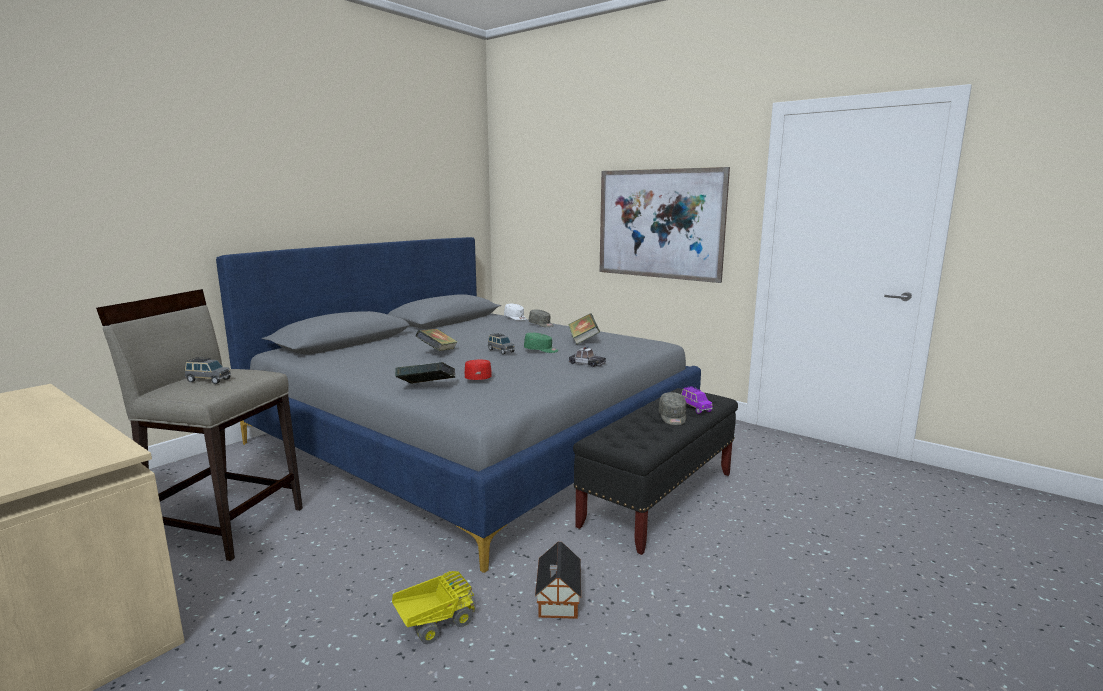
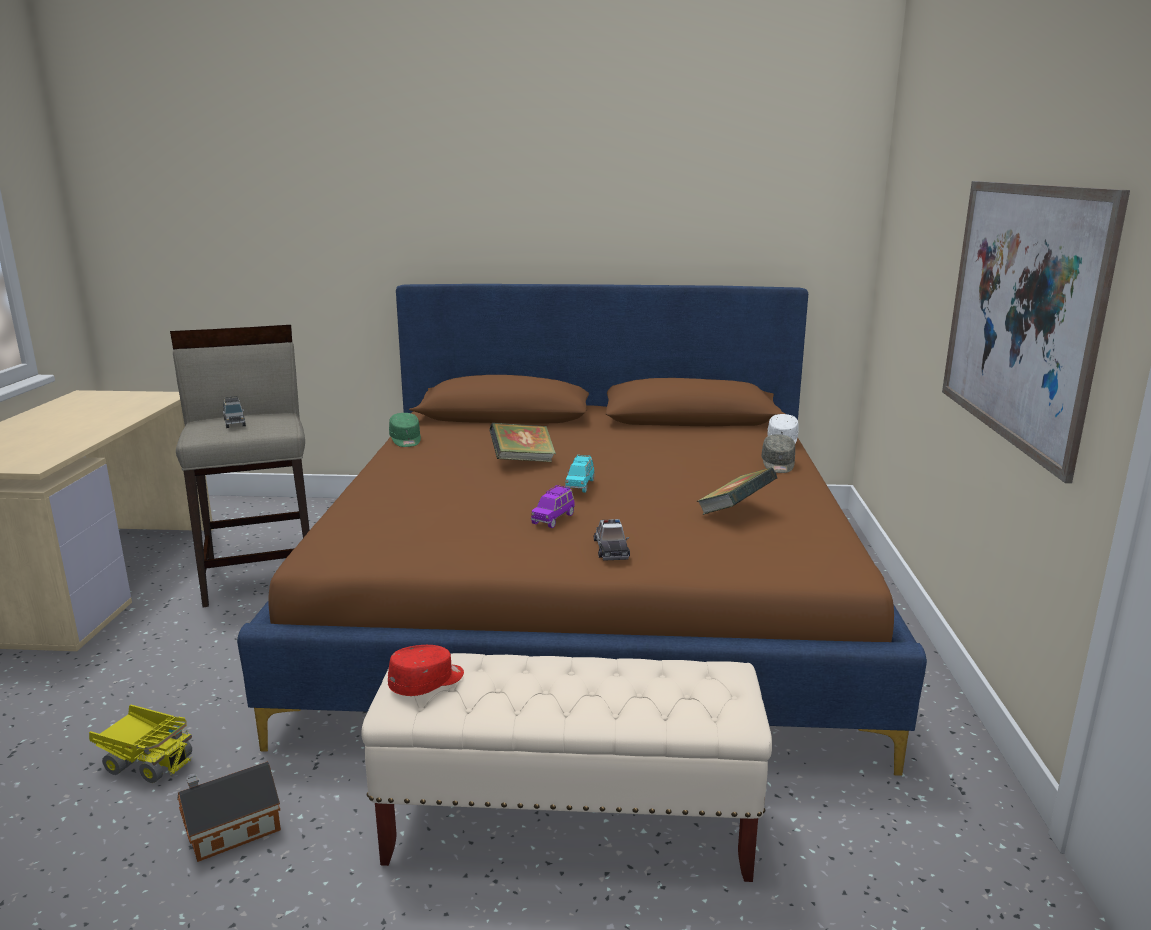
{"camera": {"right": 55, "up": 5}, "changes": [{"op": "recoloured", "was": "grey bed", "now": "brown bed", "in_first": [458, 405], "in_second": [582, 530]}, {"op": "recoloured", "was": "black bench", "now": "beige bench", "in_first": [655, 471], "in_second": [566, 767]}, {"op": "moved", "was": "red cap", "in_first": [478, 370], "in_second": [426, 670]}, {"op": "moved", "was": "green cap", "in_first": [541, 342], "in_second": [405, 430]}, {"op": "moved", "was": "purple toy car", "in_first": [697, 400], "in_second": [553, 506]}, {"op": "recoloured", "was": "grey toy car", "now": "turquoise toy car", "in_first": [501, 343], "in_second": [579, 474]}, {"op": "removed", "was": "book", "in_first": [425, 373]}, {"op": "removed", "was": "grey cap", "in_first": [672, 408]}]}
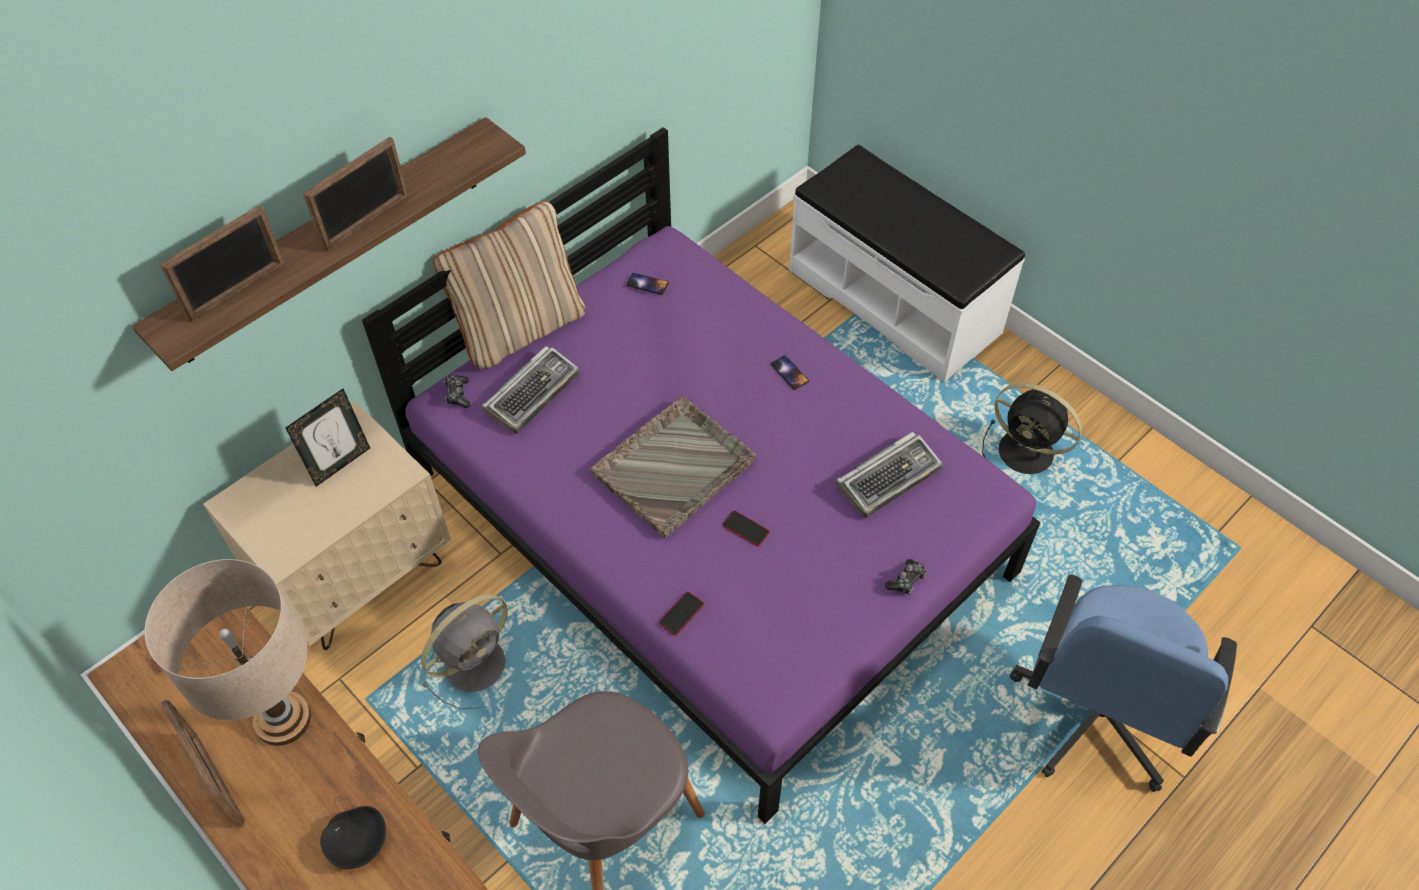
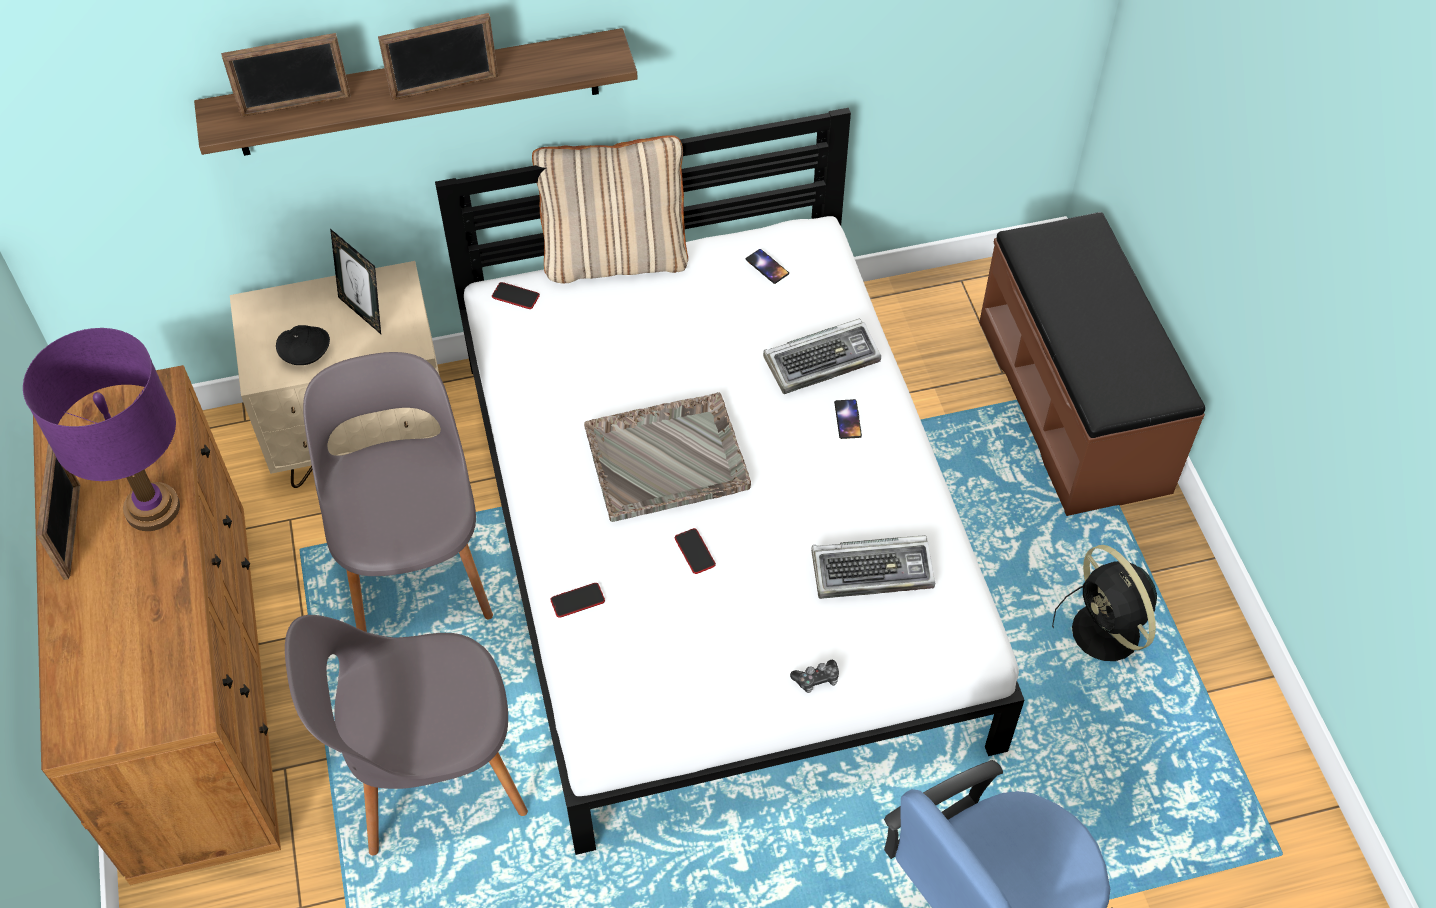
{"camera": {"right": 30, "up": 0}, "changes": [{"op": "recoloured", "was": "beige table lamp", "now": "purple table lamp", "in_first": [227, 652], "in_second": [101, 429]}, {"op": "moved", "was": "black bowl", "in_first": [353, 837], "in_second": [303, 345]}, {"op": "replaced", "was": "grey fan", "now": "grey chair", "in_first": [464, 651], "in_second": [398, 492]}, {"op": "turned", "was": "picture frame", "in_first": [327, 438], "in_second": [355, 281], "clockwise": 60}, {"op": "recoloured", "was": "purple bed", "now": "white bed", "in_first": [701, 475], "in_second": [729, 481]}, {"op": "replaced", "was": "game controller", "now": "phone", "in_first": [457, 391], "in_second": [516, 295]}, {"op": "moved", "was": "keyboard", "in_first": [530, 390], "in_second": [822, 356]}, {"op": "recoloured", "was": "white bench", "now": "brown bench", "in_first": [907, 263], "in_second": [1092, 364]}]}
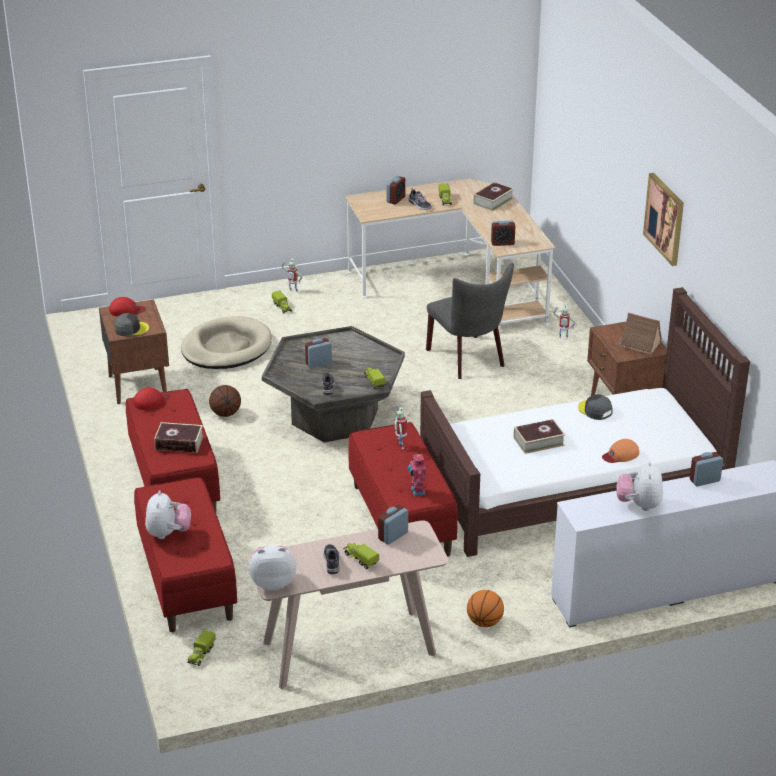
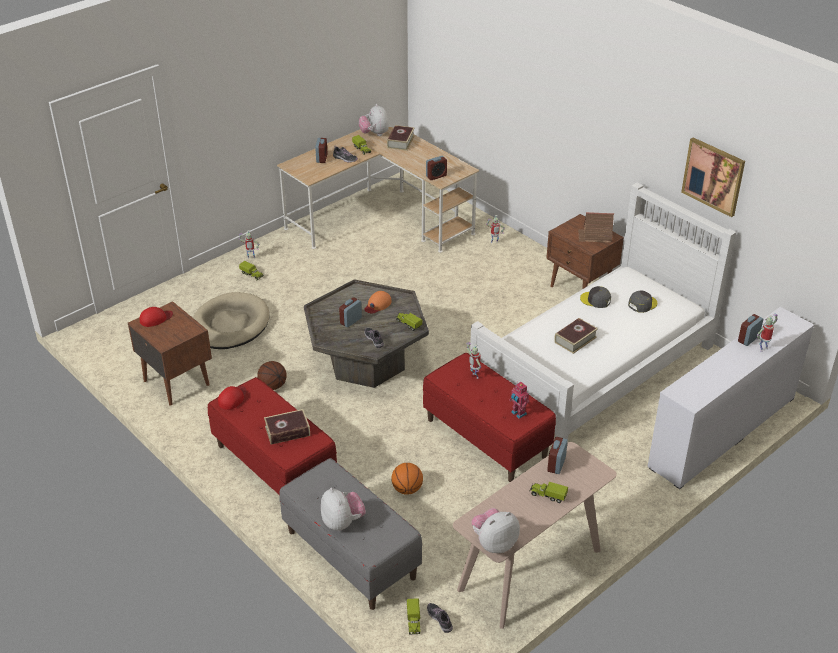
{"camera": {"right": -25, "up": 5}, "changes": [{"op": "recoloured", "was": "red bench", "now": "grey bench", "in_first": [185, 554], "in_second": [350, 534]}, {"op": "moved", "was": "plush toy", "in_first": [639, 486], "in_second": [374, 120]}, {"op": "moved", "was": "orange cap", "in_first": [620, 451], "in_second": [378, 302]}, {"op": "moved", "was": "basketball", "in_first": [485, 608], "in_second": [407, 479]}, {"op": "moved", "was": "shoe", "in_first": [332, 559], "in_second": [440, 618]}, {"op": "recoloured", "was": "brown bed", "now": "white bed", "in_first": [585, 422], "in_second": [603, 311]}, {"op": "moved", "was": "grey cap", "in_first": [131, 324], "in_second": [642, 302]}, {"op": "moved", "was": "picture", "in_first": [663, 219], "in_second": [713, 177]}, {"op": "added", "now": "toy robot", "in_second": [767, 333]}, {"op": "removed", "was": "grey chair", "in_first": [470, 321]}]}
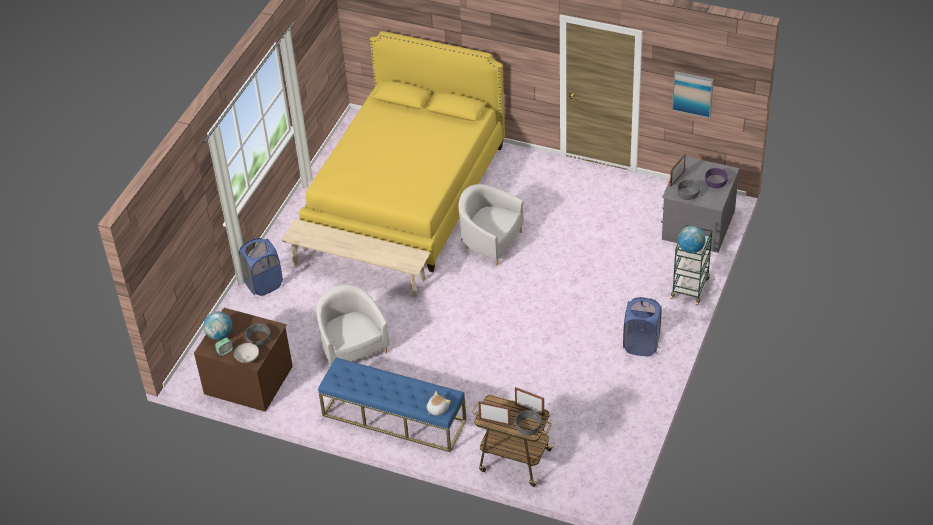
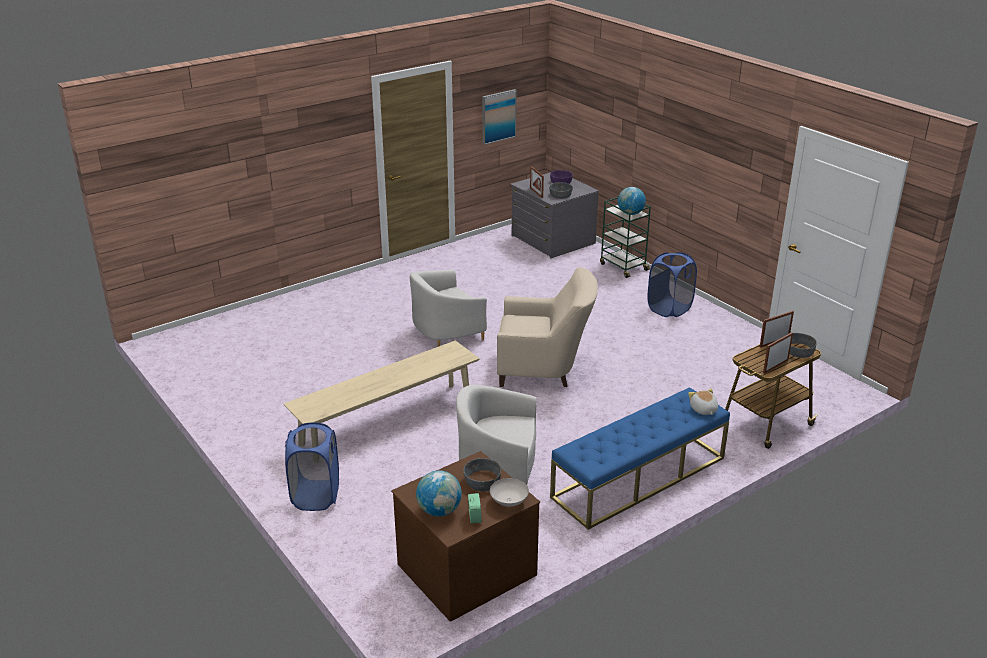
{"camera": {"right": -60, "up": -15}, "changes": [{"op": "added", "now": "beige armchair", "in_second": [547, 327]}, {"op": "removed", "was": "yellow bed", "in_first": [402, 151]}]}
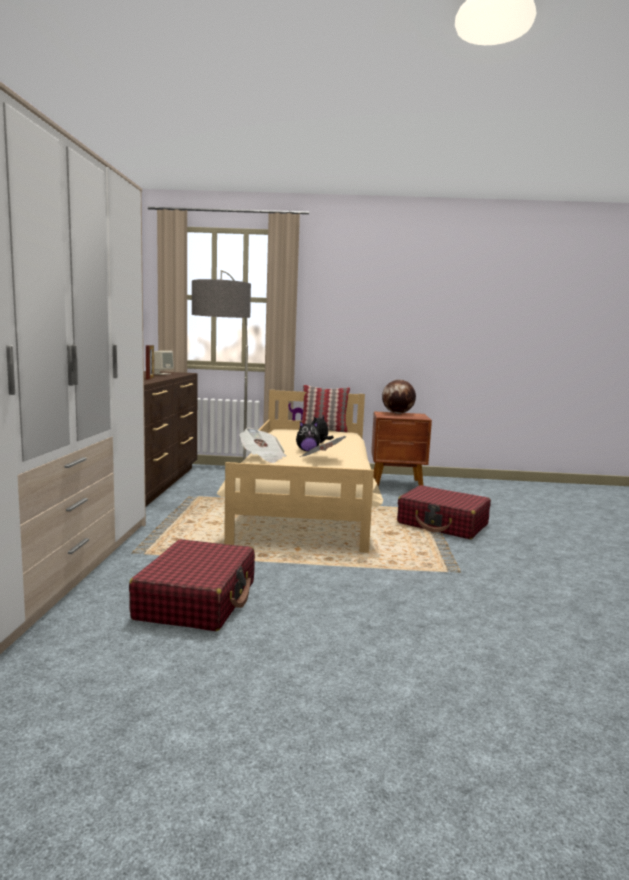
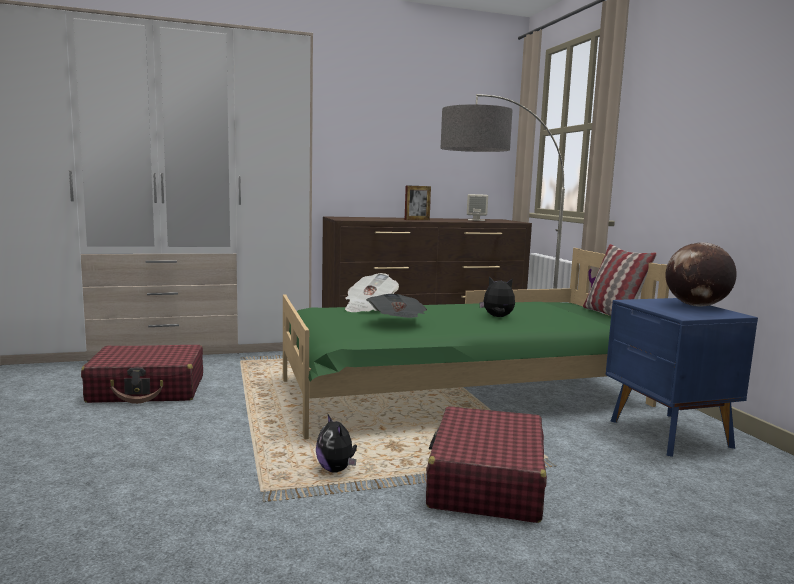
{"camera": {"right": 70, "up": 0}, "changes": [{"op": "recoloured", "was": "beige bed", "now": "green bed", "in_first": [300, 471], "in_second": [476, 343]}, {"op": "moved", "was": "plush toy", "in_first": [308, 436], "in_second": [336, 443]}, {"op": "recoloured", "was": "brown nightstand", "now": "blue nightstand", "in_first": [401, 449], "in_second": [682, 377]}]}
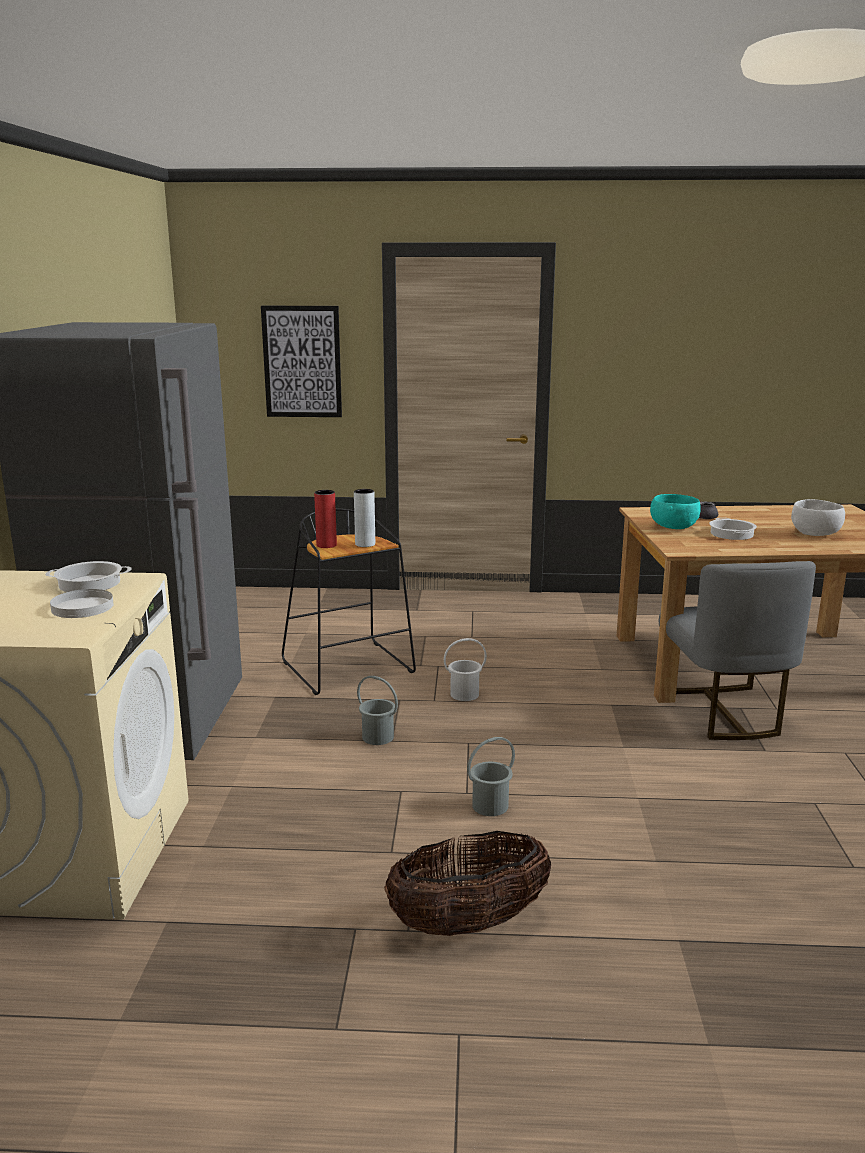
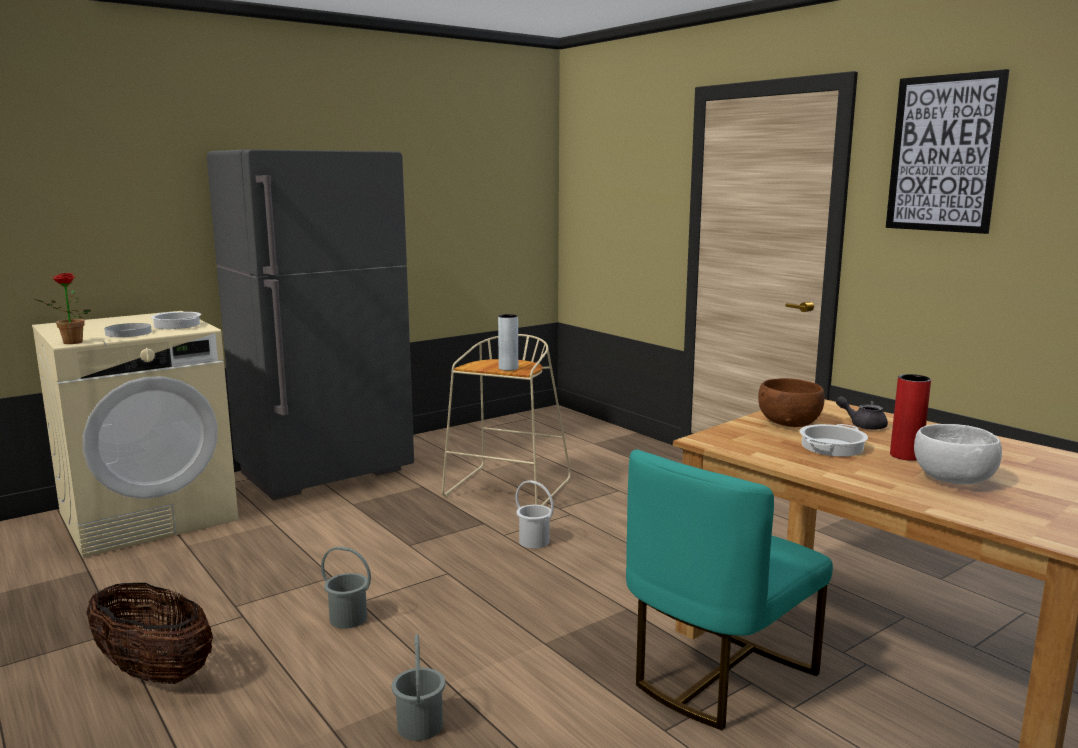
{"camera": {"right": 50, "up": -5}, "changes": [{"op": "added", "now": "potted plant", "in_second": [62, 308]}, {"op": "moved", "was": "grey bucket", "in_first": [377, 710], "in_second": [418, 687]}, {"op": "recoloured", "was": "black stool", "now": "beige stool", "in_first": [349, 601], "in_second": [506, 420]}, {"op": "recoloured", "was": "grey chair", "now": "turquoise chair", "in_first": [737, 650], "in_second": [729, 589]}, {"op": "recoloured", "was": "turquoise bowl", "now": "brown bowl", "in_first": [675, 511], "in_second": [791, 402]}, {"op": "moved", "was": "picture", "in_first": [301, 361], "in_second": [947, 151]}, {"op": "moved", "was": "red vase", "in_first": [325, 519], "in_second": [910, 417]}]}
